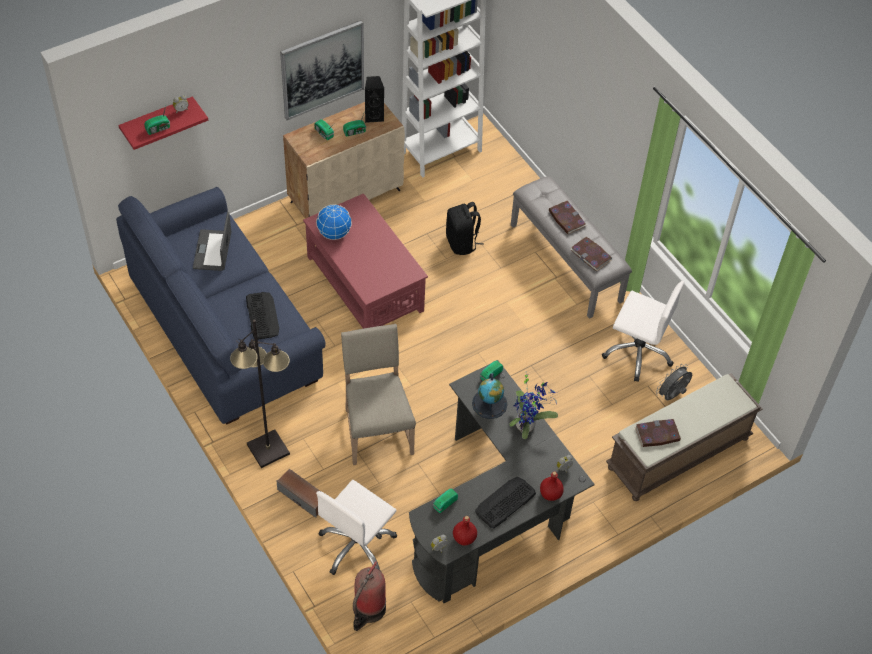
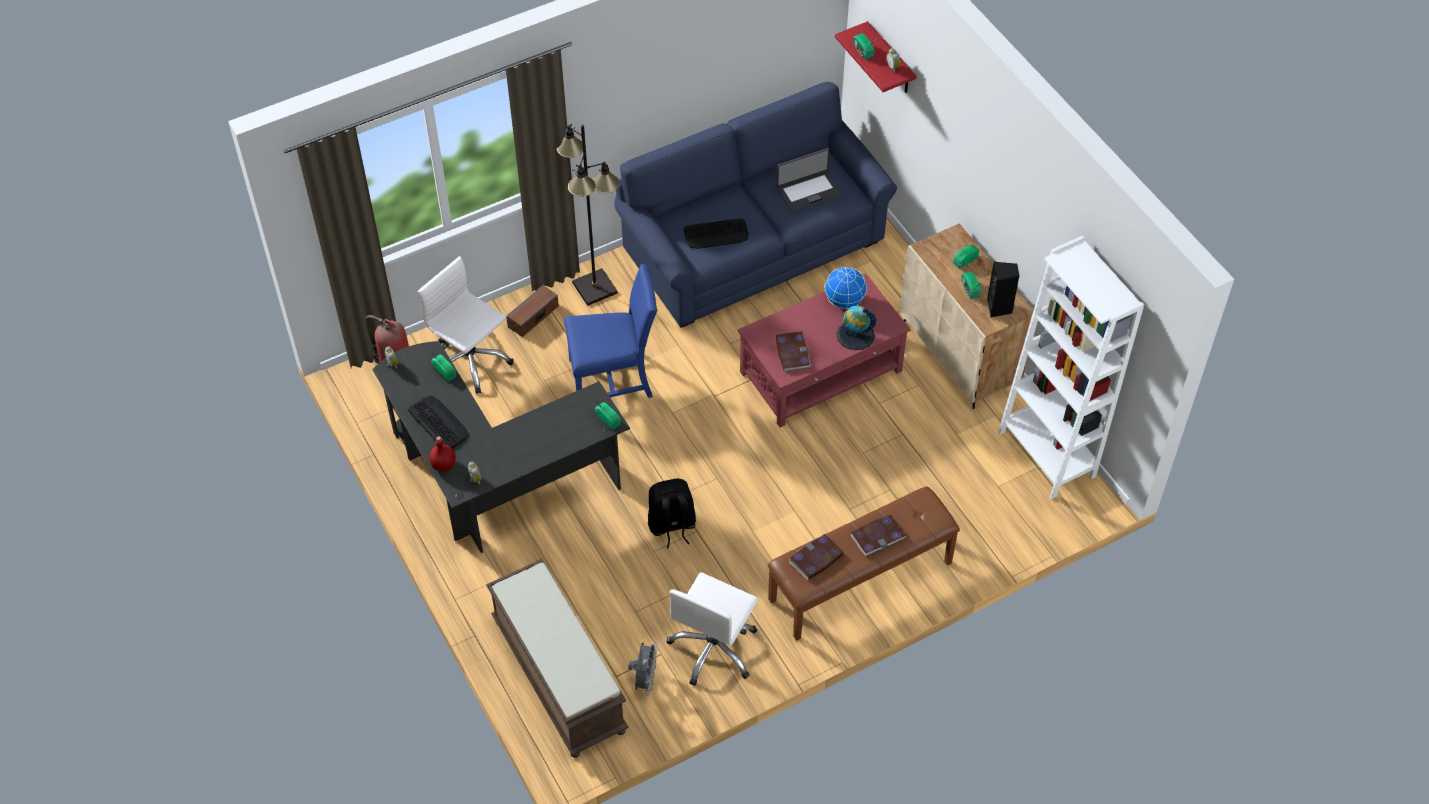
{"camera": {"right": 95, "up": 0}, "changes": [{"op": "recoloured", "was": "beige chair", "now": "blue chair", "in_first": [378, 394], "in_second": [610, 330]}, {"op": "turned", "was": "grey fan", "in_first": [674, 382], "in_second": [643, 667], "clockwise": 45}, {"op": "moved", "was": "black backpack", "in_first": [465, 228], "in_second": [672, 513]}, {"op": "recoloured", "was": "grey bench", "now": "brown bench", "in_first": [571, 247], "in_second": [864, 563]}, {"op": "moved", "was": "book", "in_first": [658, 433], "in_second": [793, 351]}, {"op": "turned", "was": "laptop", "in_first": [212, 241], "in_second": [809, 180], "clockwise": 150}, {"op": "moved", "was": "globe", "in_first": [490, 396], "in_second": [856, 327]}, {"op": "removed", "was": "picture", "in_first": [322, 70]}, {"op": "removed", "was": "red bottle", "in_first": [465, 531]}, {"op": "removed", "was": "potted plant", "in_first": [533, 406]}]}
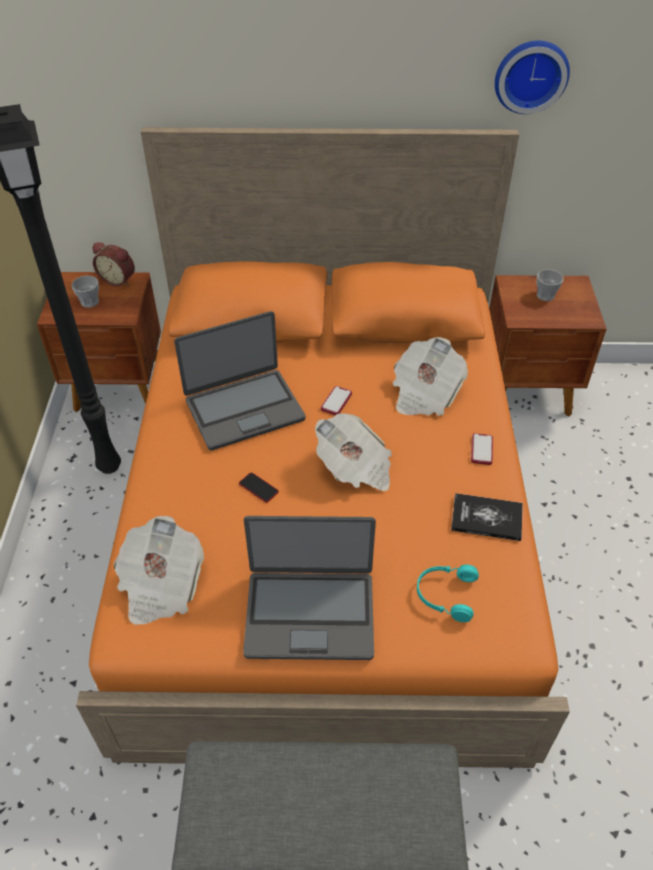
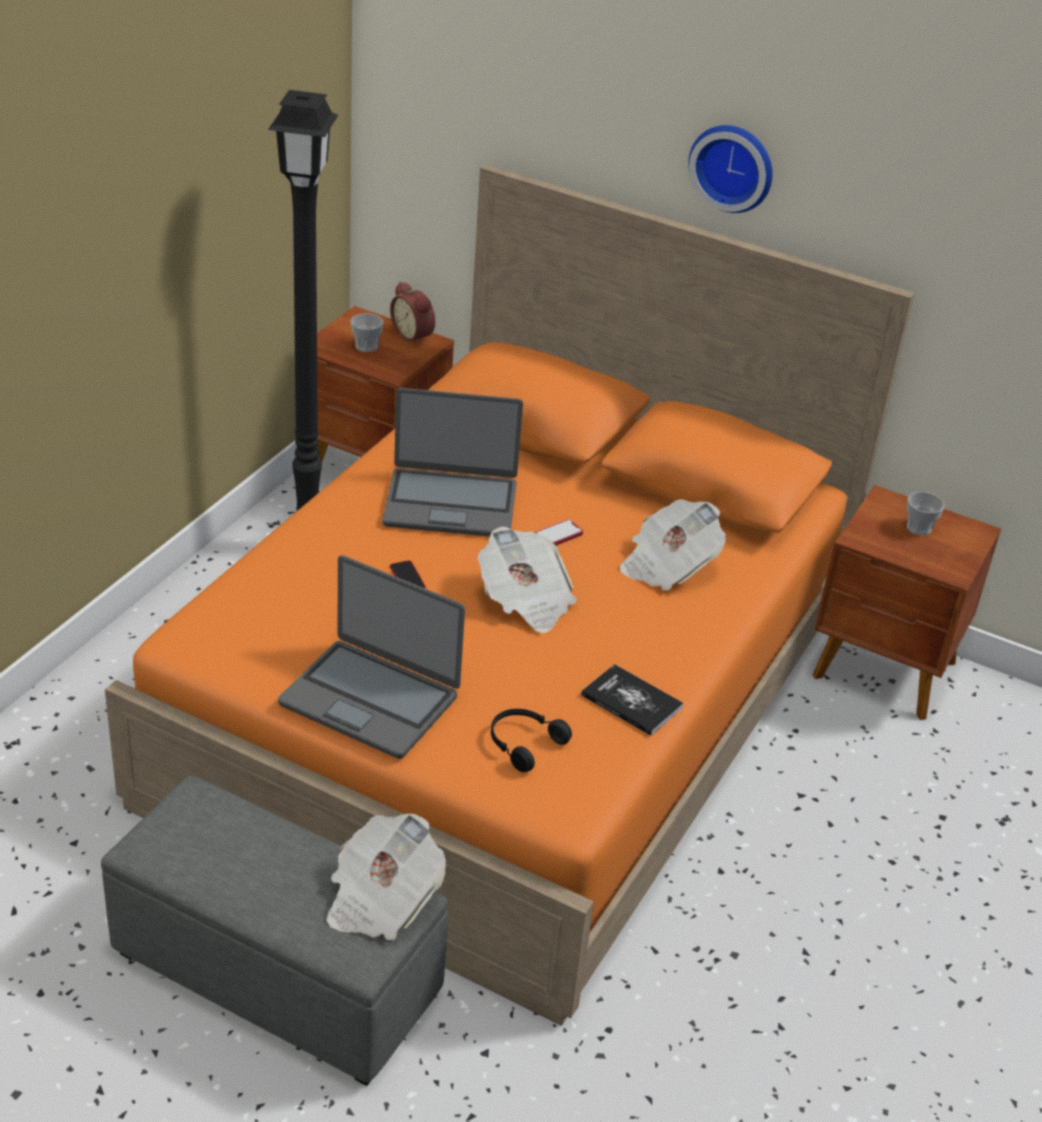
{"camera": {"right": 25, "up": -10}, "changes": [{"op": "moved", "was": "newspaper", "in_first": [159, 570], "in_second": [386, 876]}, {"op": "recoloured", "was": "turquoise headphones", "now": "black headphones", "in_first": [448, 593], "in_second": [531, 740]}, {"op": "moved", "was": "wall clock", "in_first": [532, 77], "in_second": [730, 169]}, {"op": "removed", "was": "phone", "in_first": [482, 449]}]}
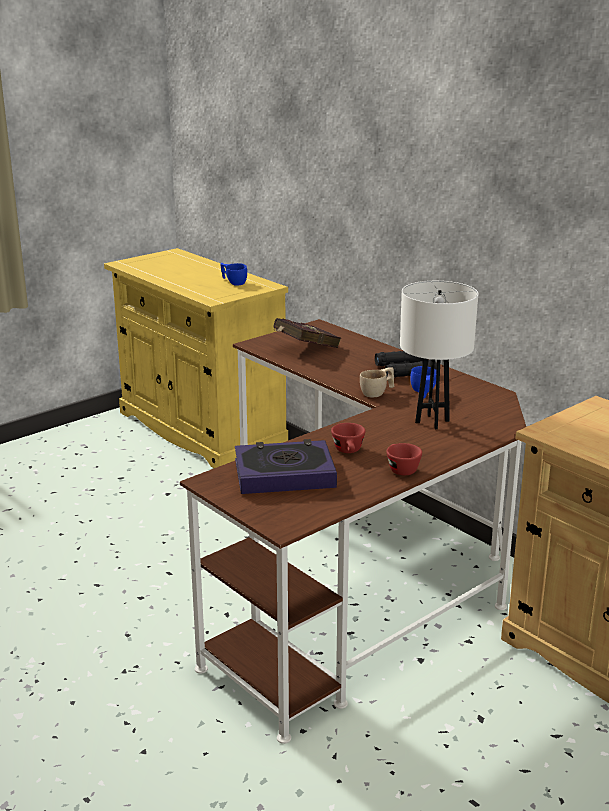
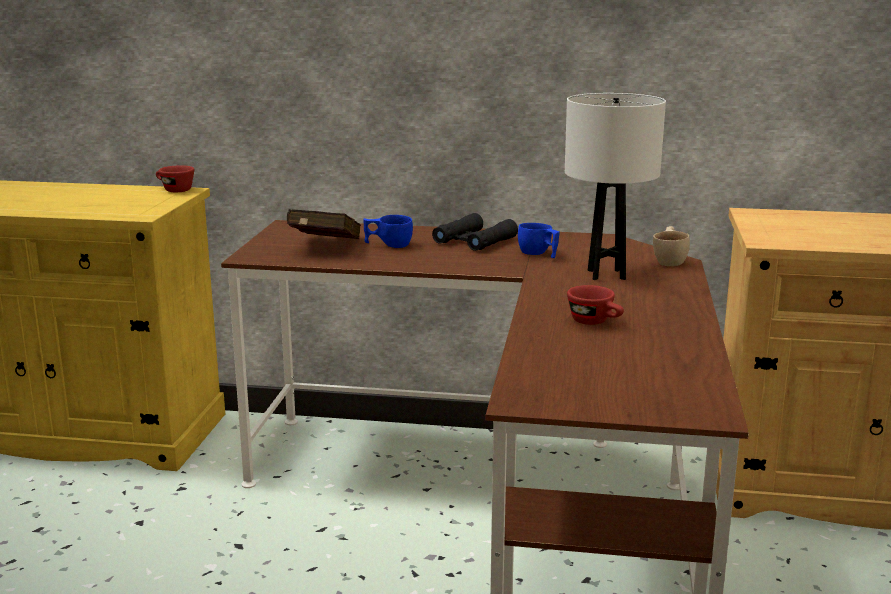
{"camera": {"right": -40, "up": -5}, "changes": [{"op": "moved", "was": "red cup", "in_first": [404, 459], "in_second": [175, 178]}, {"op": "moved", "was": "blue cup", "in_first": [233, 274], "in_second": [388, 231]}, {"op": "moved", "was": "beige cup", "in_first": [377, 382], "in_second": [671, 246]}, {"op": "removed", "was": "book", "in_first": [286, 466]}]}
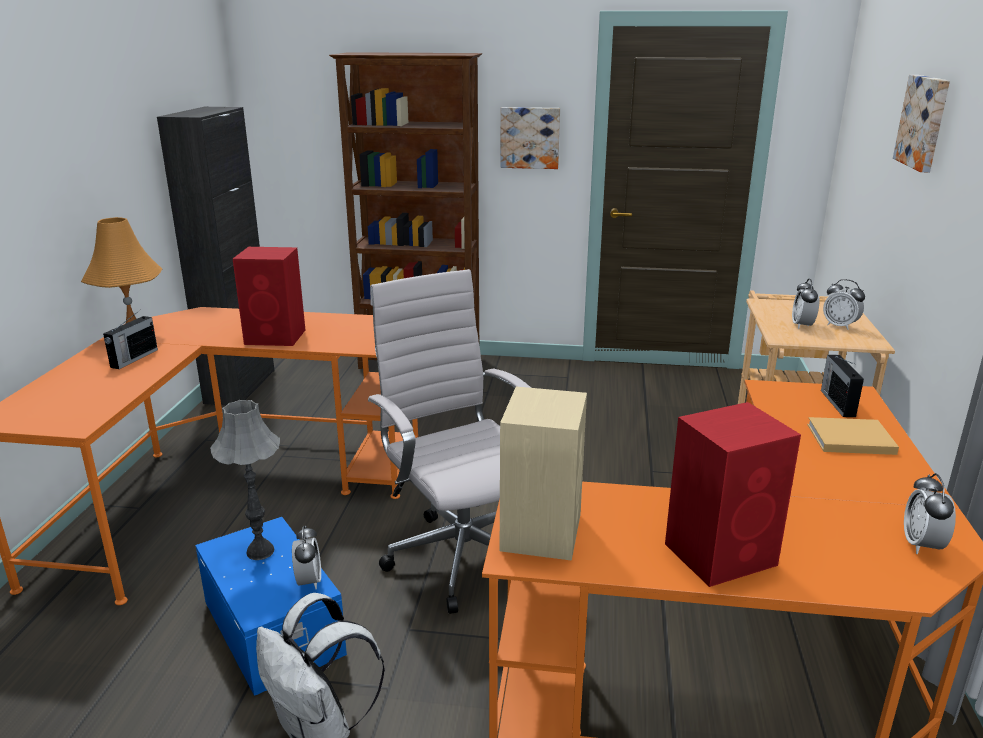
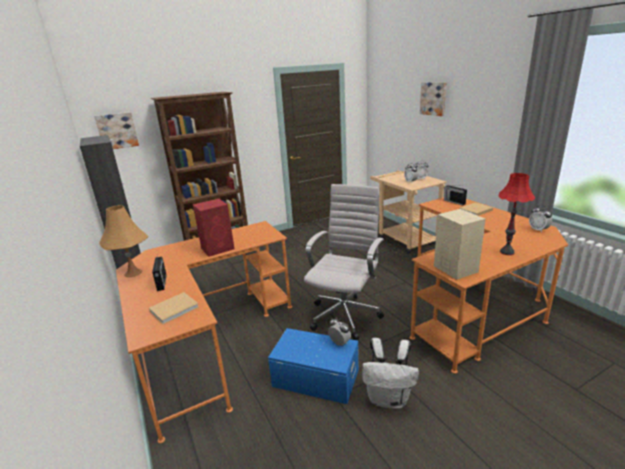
{"camera": {"right": -35, "up": 0}, "changes": [{"op": "moved", "was": "picture", "in_first": [530, 138], "in_second": [117, 130]}, {"op": "added", "now": "beige book", "in_second": [174, 308]}, {"op": "turned", "was": "white office chair", "in_first": [449, 441], "in_second": [344, 262], "clockwise": 90}, {"op": "replaced", "was": "red speaker", "now": "red table lamp", "in_first": [733, 494], "in_second": [517, 214]}, {"op": "removed", "was": "grey table lamp", "in_first": [245, 480]}]}
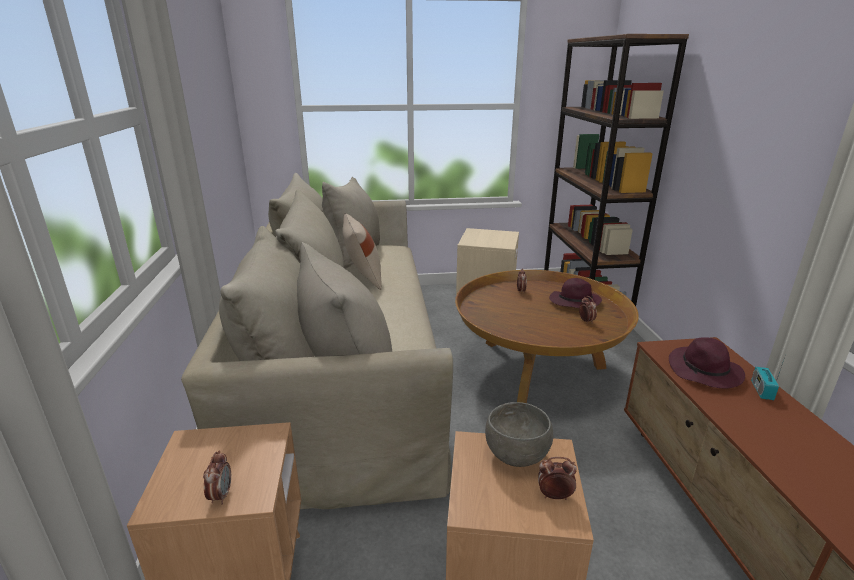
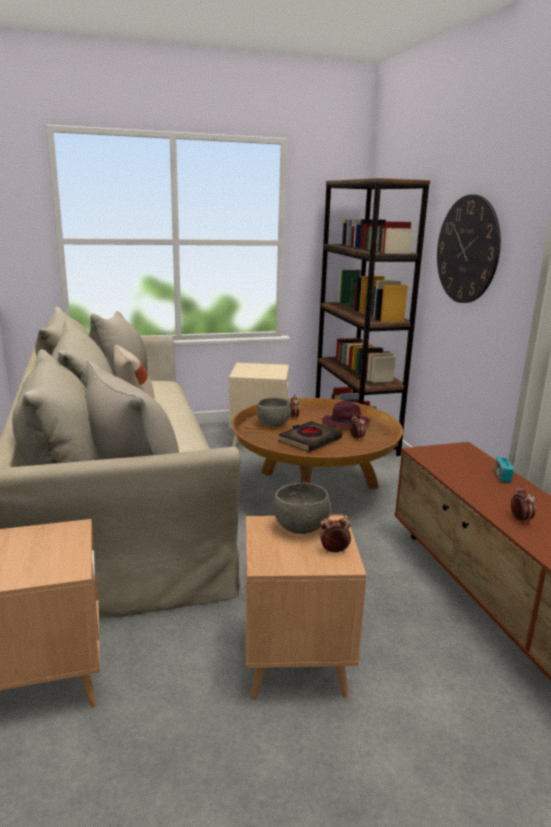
{"camera": {"right": -10, "up": -5}, "changes": [{"op": "added", "now": "grey bowl", "in_second": [273, 412]}, {"op": "added", "now": "black book", "in_second": [310, 436]}, {"op": "added", "now": "wall clock", "in_second": [469, 248]}, {"op": "moved", "was": "alarm clock", "in_first": [217, 478], "in_second": [523, 504]}, {"op": "removed", "was": "purple hat", "in_first": [707, 363]}]}
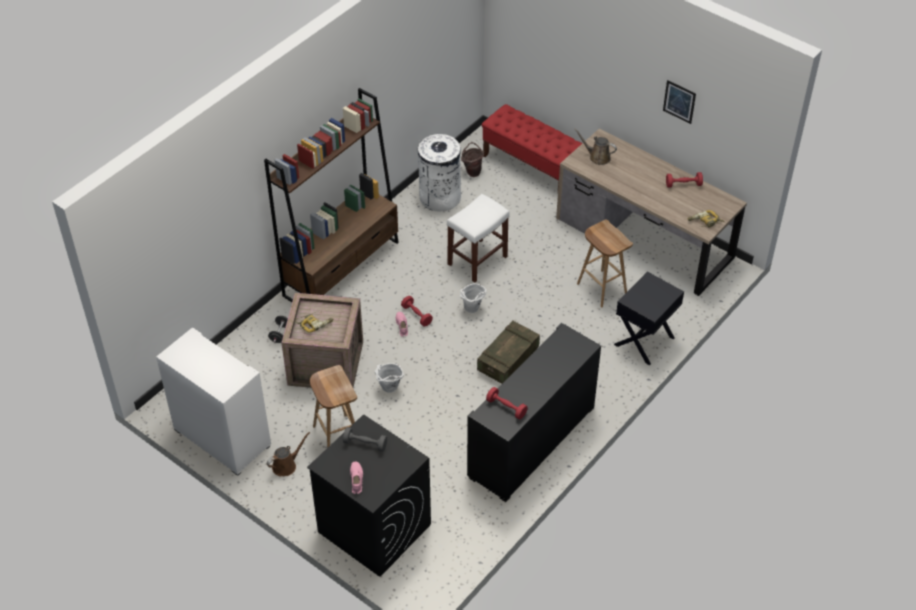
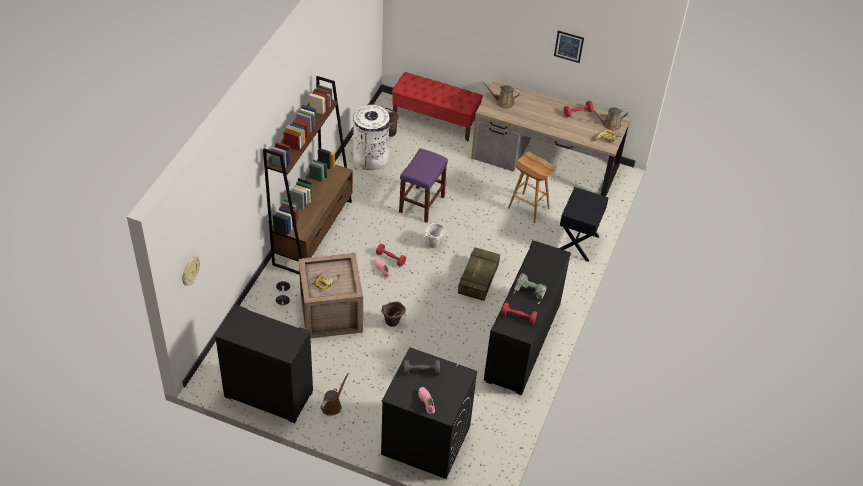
{"camera": {"right": -20, "up": 0}, "changes": [{"op": "added", "now": "wall clock", "in_second": [191, 271]}, {"op": "recoloured", "was": "white cabinet", "now": "black cabinet", "in_first": [213, 402], "in_second": [264, 364]}, {"op": "recoloured", "was": "white bucket", "now": "brown bucket", "in_first": [389, 378], "in_second": [393, 314]}, {"op": "recoloured", "was": "white stool", "now": "purple stool", "in_first": [478, 238], "in_second": [423, 185]}, {"op": "added", "now": "power drill", "in_second": [530, 288]}, {"op": "added", "now": "brown watering can", "in_second": [609, 119]}, {"op": "removed", "was": "brown stool", "in_first": [333, 406]}]}
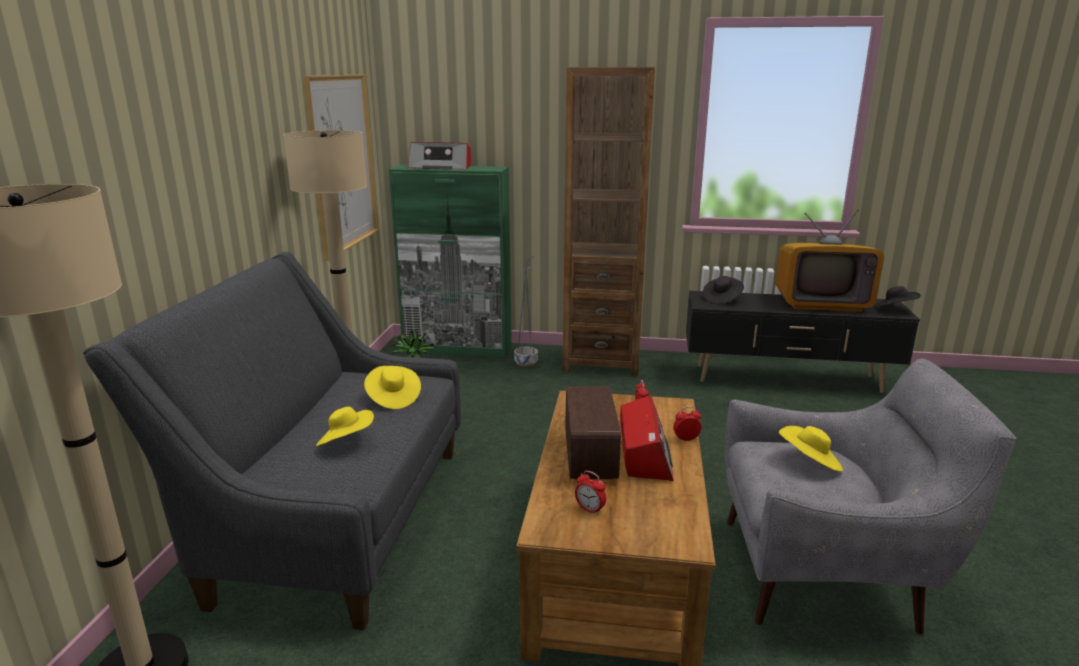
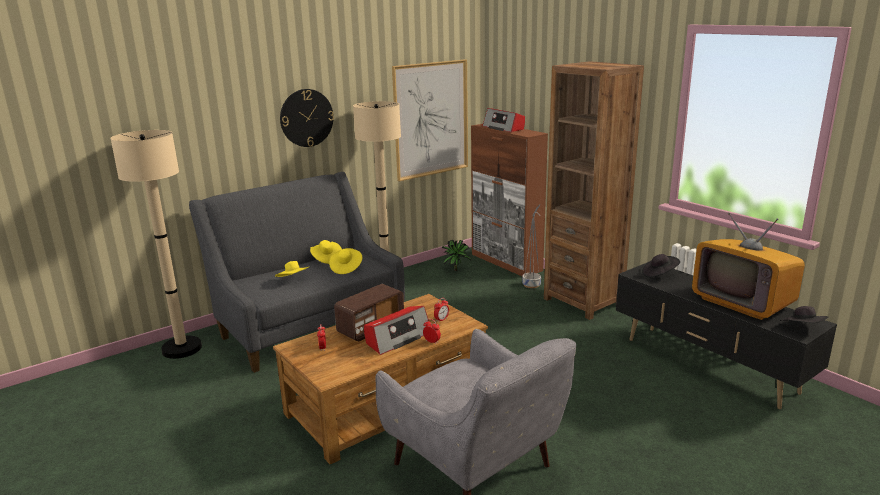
{"camera": {"right": 45, "up": 0}, "changes": [{"op": "added", "now": "wall clock", "in_second": [307, 118]}, {"op": "moved", "was": "yellow hat", "in_first": [811, 449], "in_second": [326, 252]}, {"op": "recoloured", "was": "green cabinet", "now": "brown cabinet", "in_first": [450, 261], "in_second": [509, 200]}]}
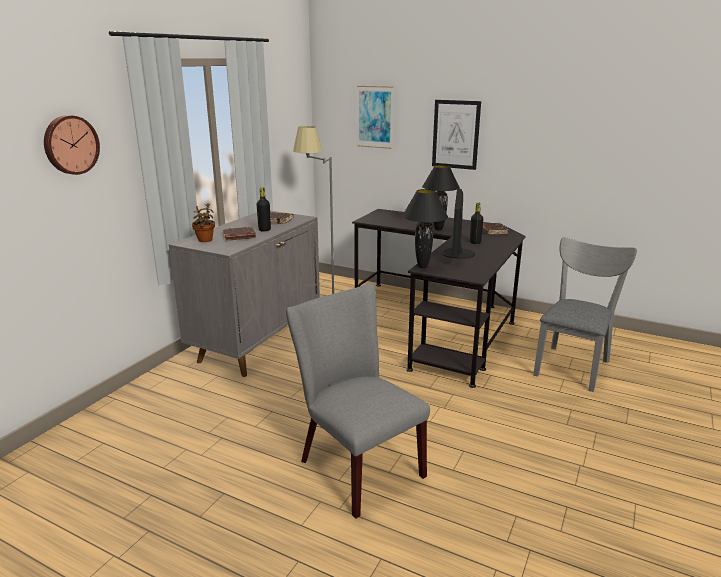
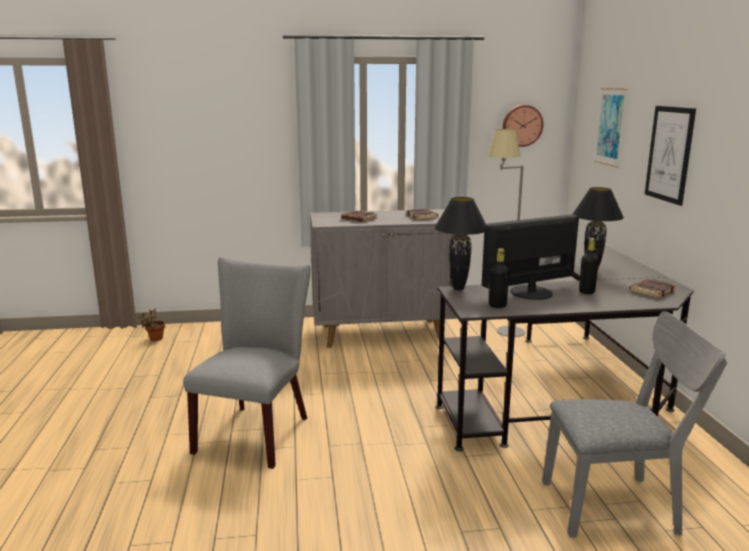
{"camera": {"right": 55, "up": -5}, "changes": [{"op": "moved", "was": "potted plant", "in_first": [203, 222], "in_second": [152, 325]}, {"op": "moved", "was": "black bottle", "in_first": [263, 209], "in_second": [499, 278]}, {"op": "moved", "was": "wall clock", "in_first": [72, 145], "in_second": [523, 126]}]}
